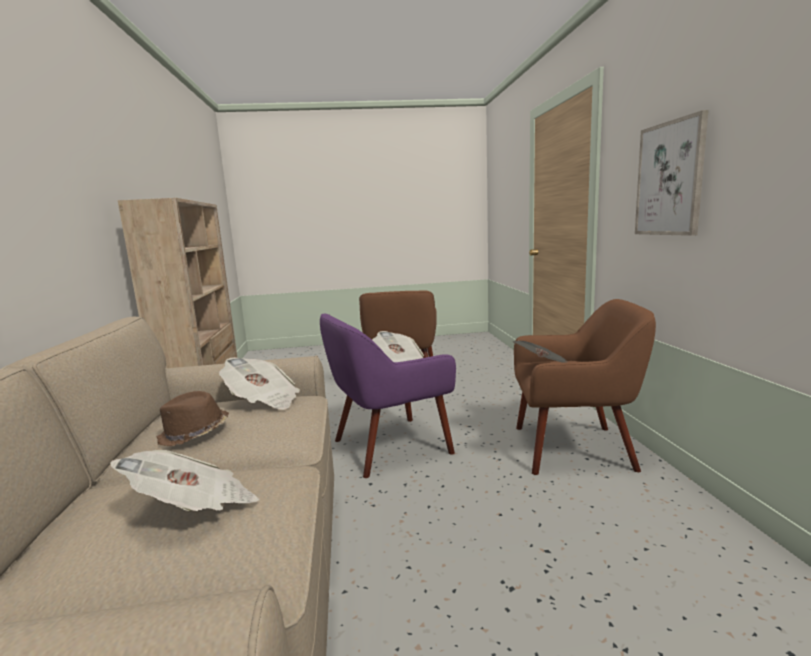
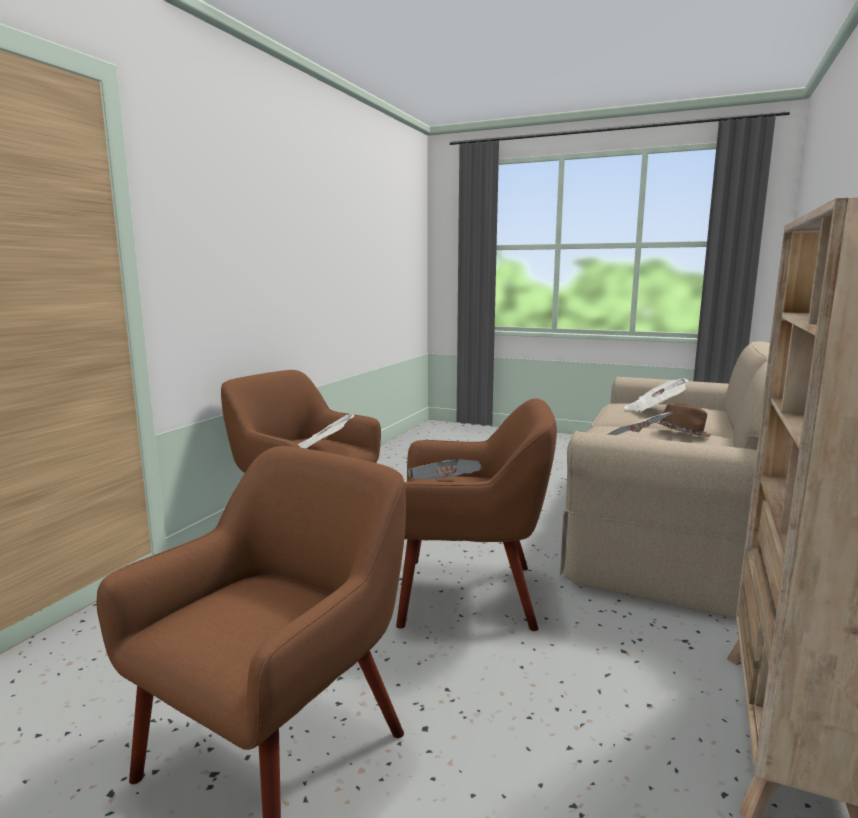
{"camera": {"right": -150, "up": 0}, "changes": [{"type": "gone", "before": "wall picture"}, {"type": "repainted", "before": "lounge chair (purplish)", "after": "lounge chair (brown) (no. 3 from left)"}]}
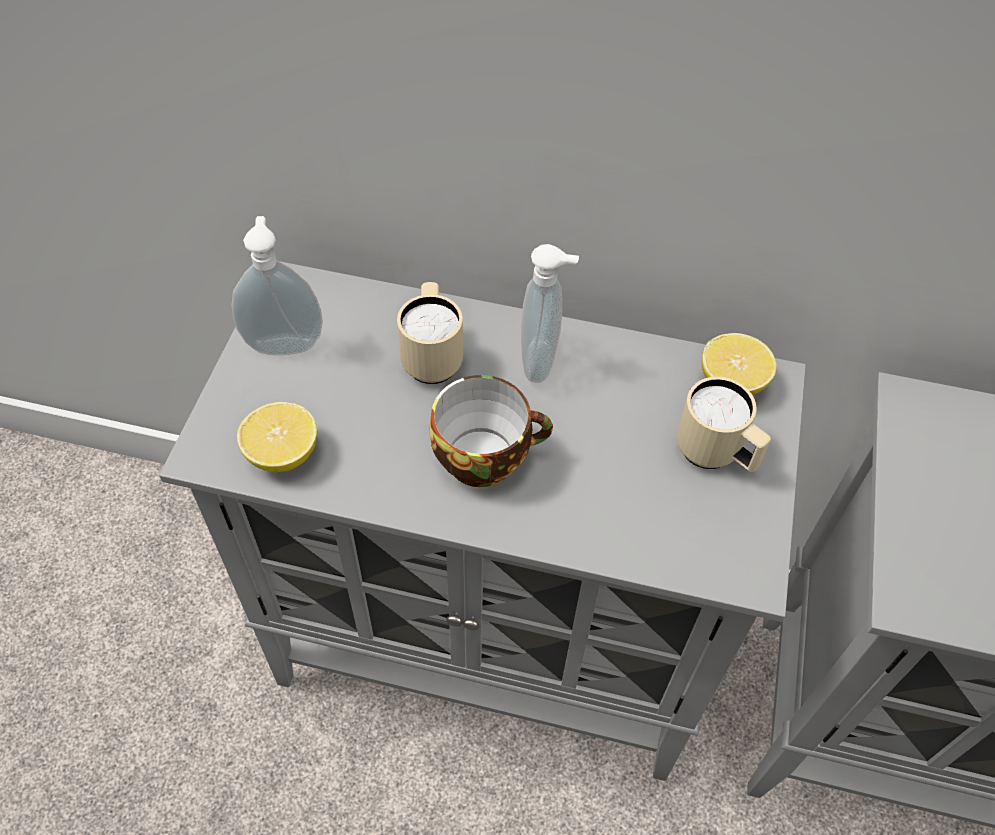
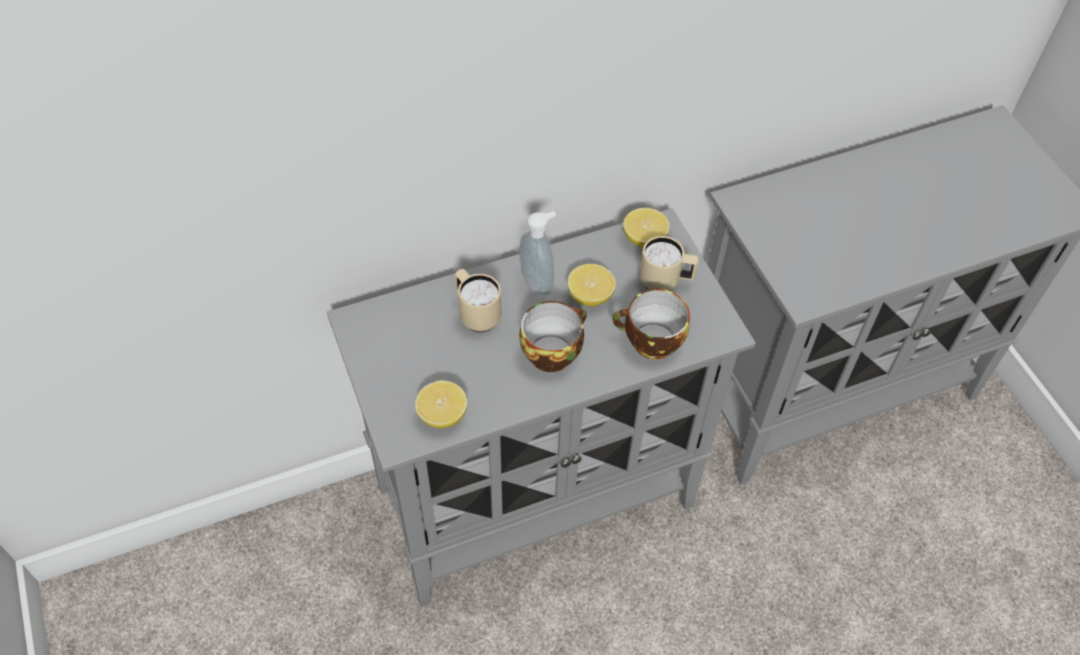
{"camera": {"right": -35, "up": 0}, "changes": [{"type": "gone", "before": "liquid soap bottle (no. 1 from left)"}, {"type": "new", "after": "citrus fruit (no. 2 from left)"}, {"type": "new", "after": "small cup (no. 2 from left)"}]}
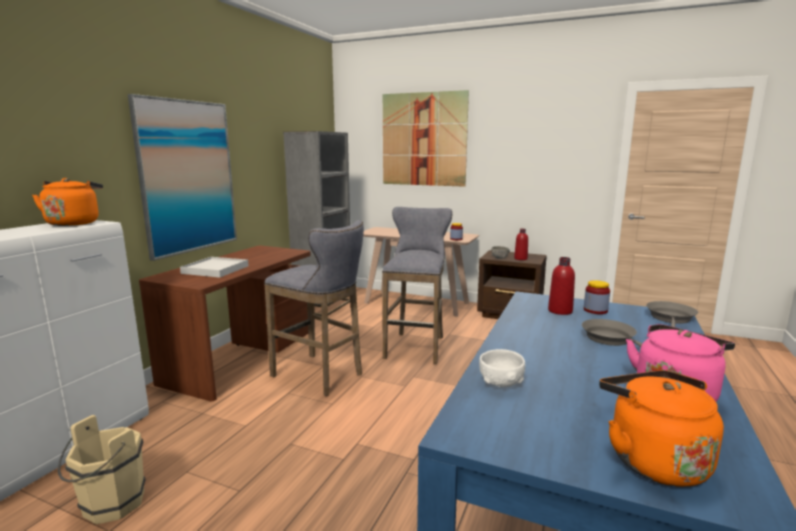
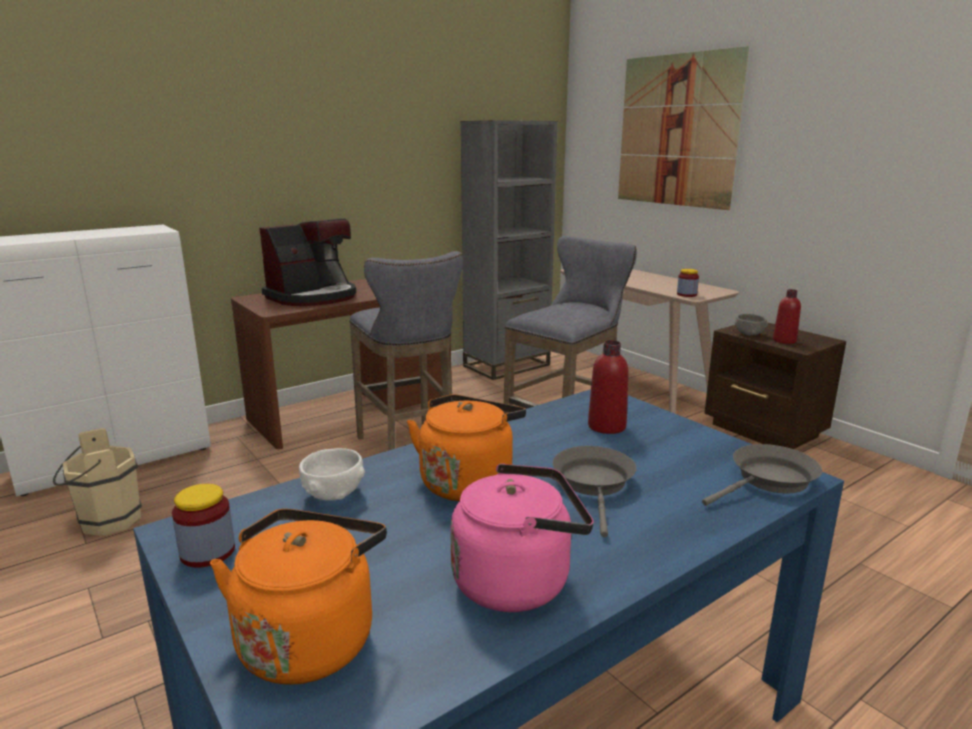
{"camera": {"right": 30, "up": 5}, "changes": [{"type": "gone", "before": "wall picture (no. 1 from left)"}, {"type": "shifted", "before": "water kettle (orange) (no. 1 from left in the first image)", "after": "water kettle (orange) (no. 2 from left)"}, {"type": "shifted", "before": "jar (no. 2 from left in the first image)", "after": "jar (no. 1 from left)"}, {"type": "swapped", "before": "tray (white-coloured)", "after": "coffee maker"}]}
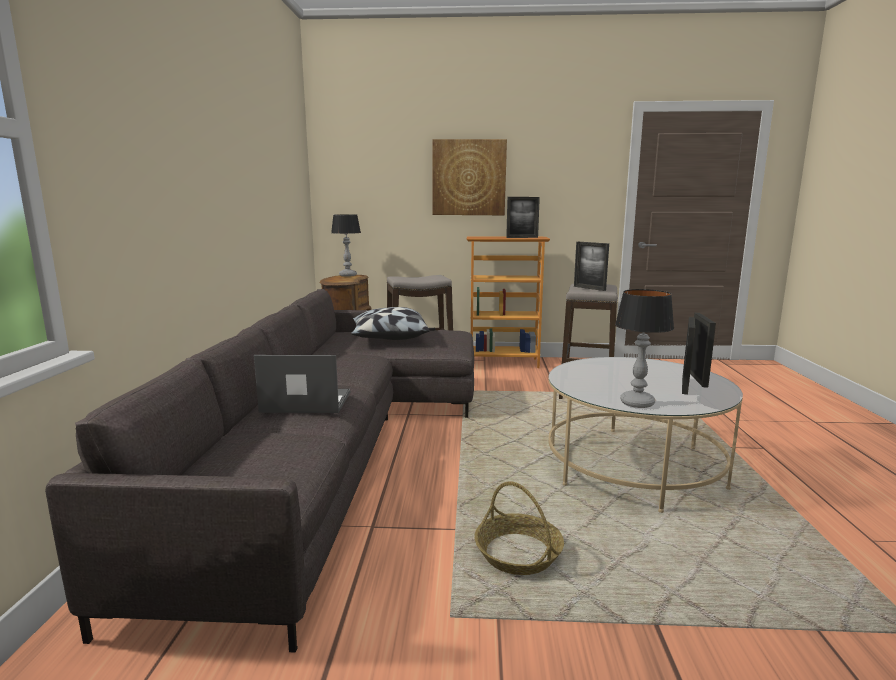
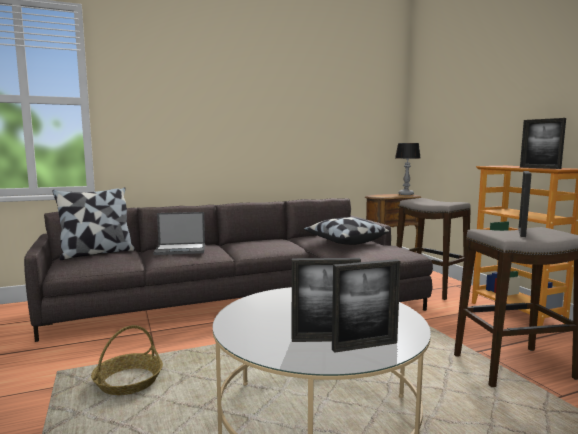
{"camera": {"right": 65, "up": -5}, "changes": [{"type": "gone", "before": "wall picture"}, {"type": "gone", "before": "tabletop lamp (no. 2 from left)"}, {"type": "new", "after": "throw pillow (no. 1 from left)"}, {"type": "rotated", "before": "laptop", "turn": 105}]}
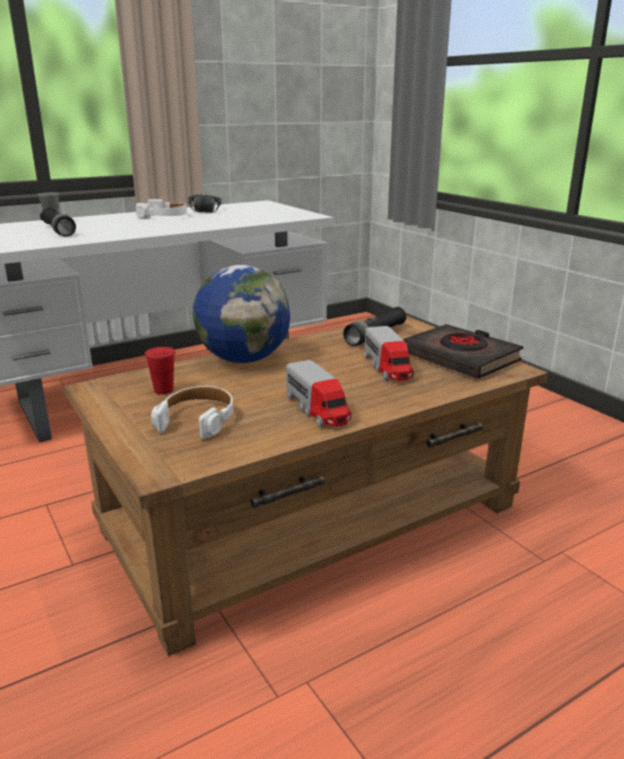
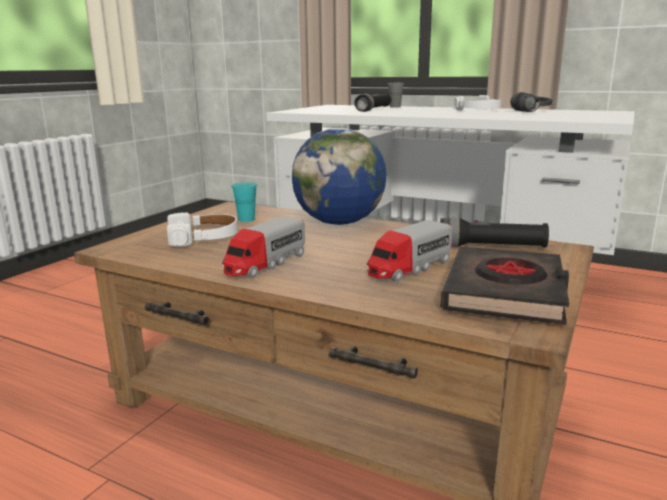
{"camera": {"right": 60, "up": -5}, "changes": [{"type": "repainted", "before": "small cup (reddish)", "after": "small cup (blue-green)"}]}
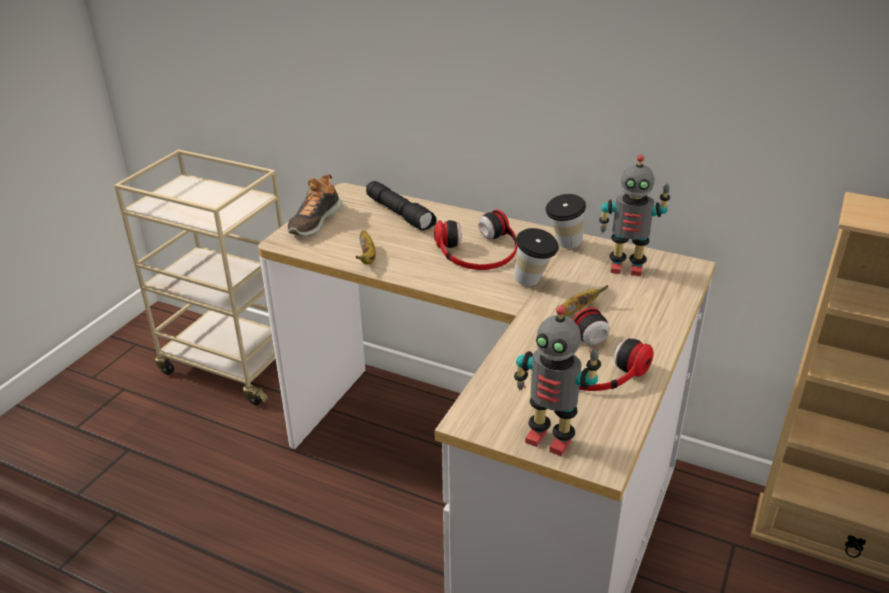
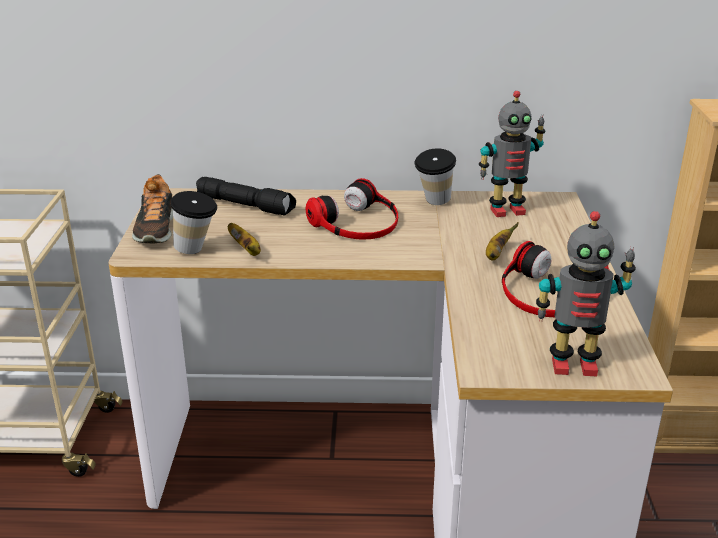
{"camera": {"right": -25, "up": -5}, "changes": [{"type": "shifted", "before": "small cup (no. 1 from left)"}]}
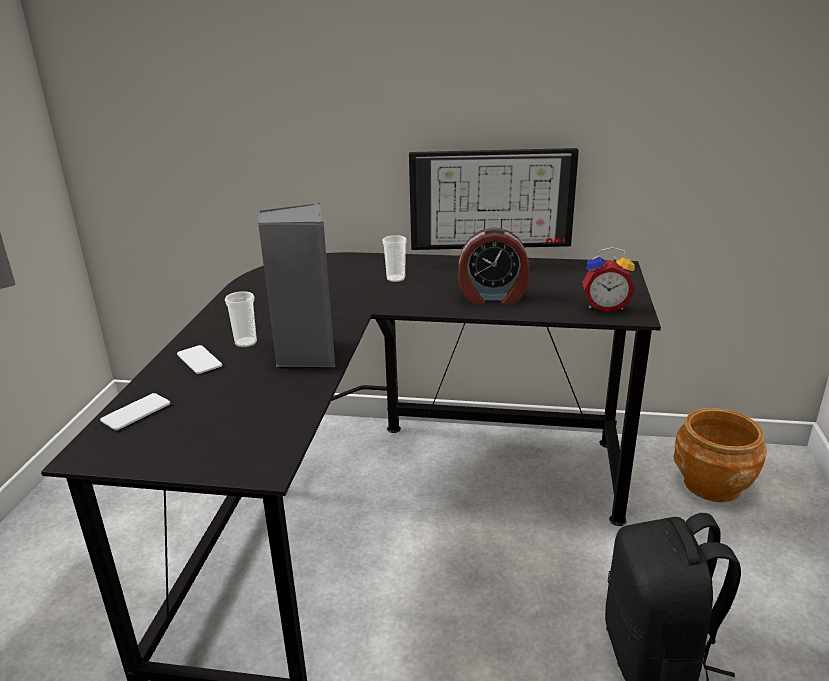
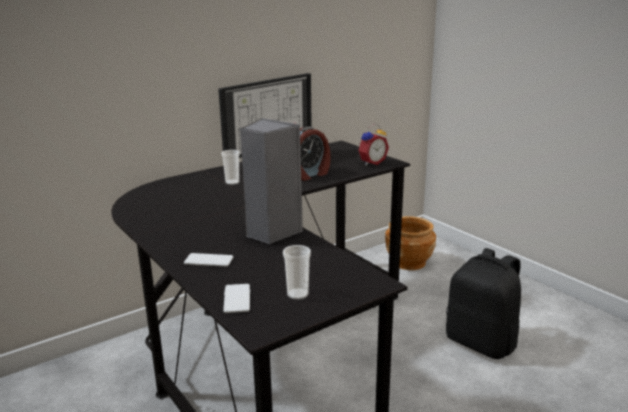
{"camera": {"right": -45, "up": -5}, "changes": [{"type": "shifted", "before": "small cup (no. 1 from left in the first image)", "after": "small cup (no. 2 from left)"}]}
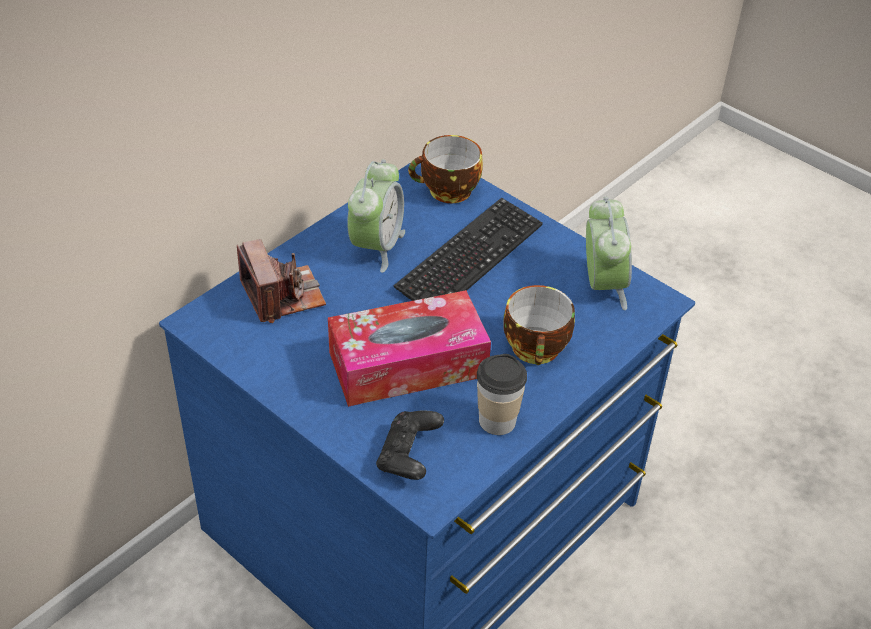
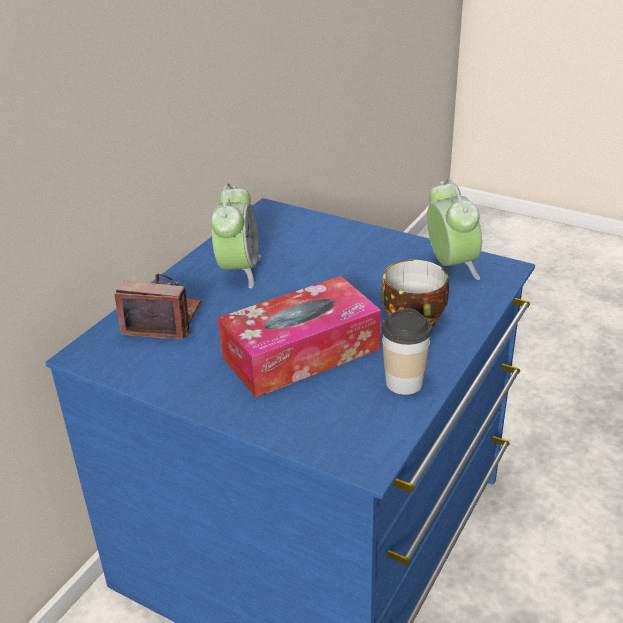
{"camera": {"right": -10, "up": -10}, "changes": [{"type": "gone", "before": "gamepad (black-coloured)"}, {"type": "gone", "before": "PC keyboard"}, {"type": "gone", "before": "small cup (no. 1 from left)"}, {"type": "rotated", "before": "photo camera", "turn": -45}]}
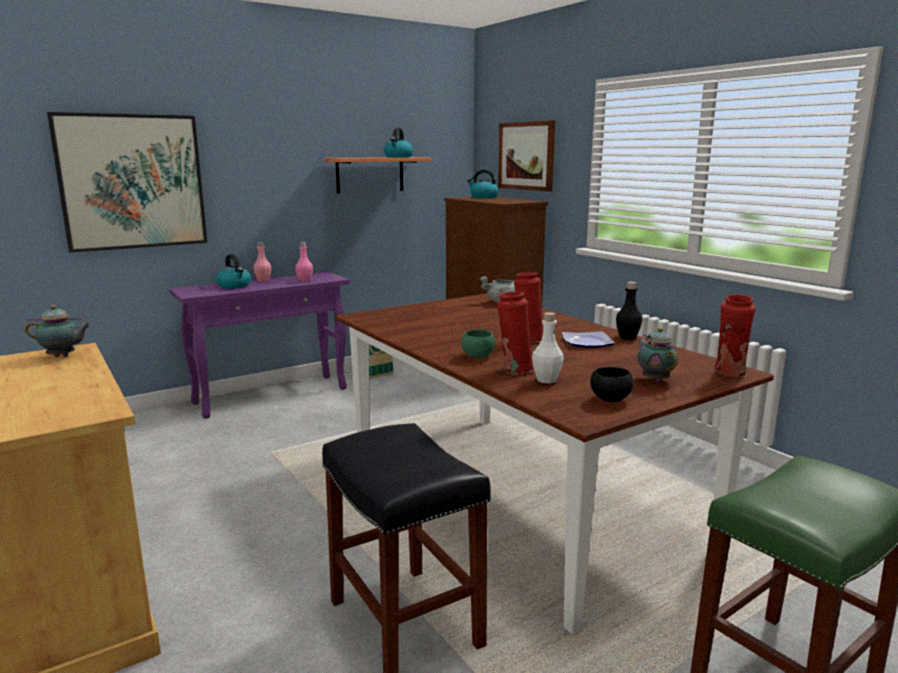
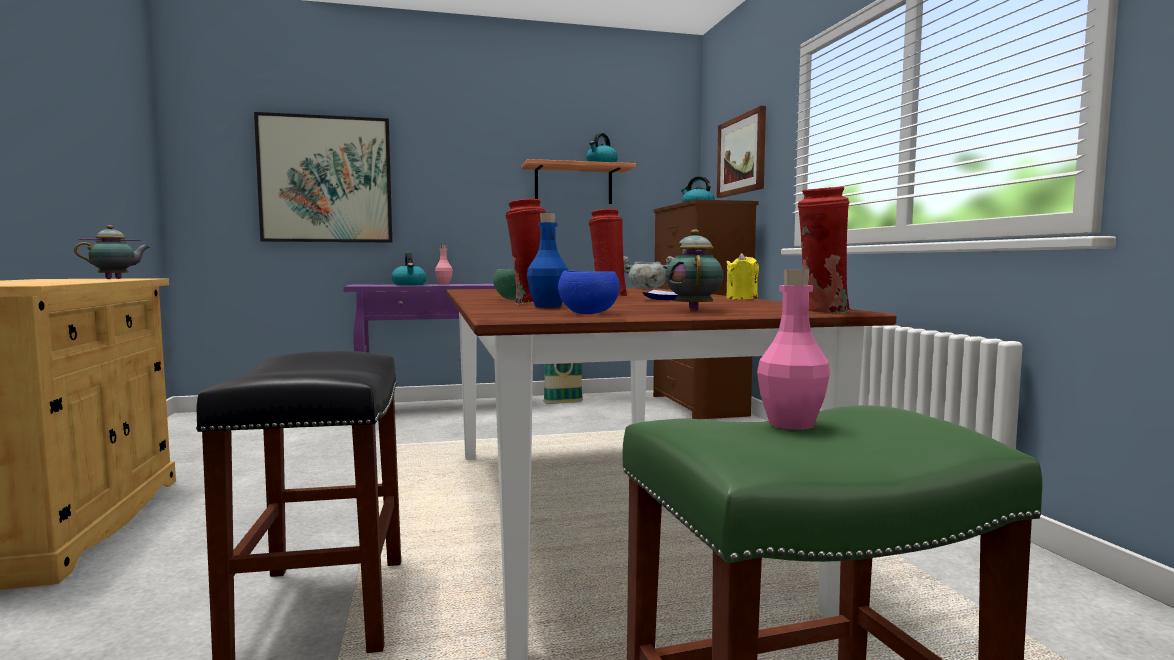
{"camera": {"right": 20, "up": -10}, "changes": [{"type": "shifted", "before": "bottle (pinkish) (no. 2 from left)"}, {"type": "swapped", "before": "bottle (black-coloured)", "after": "wax candle (yellow)"}, {"type": "repainted", "before": "bottle (white-coloured)", "after": "bottle (bluish)"}, {"type": "repainted", "before": "deep dish (black-coloured)", "after": "deep dish (bluish)"}, {"type": "rotated", "before": "teapot (no. 1 from left)", "turn": -60}]}
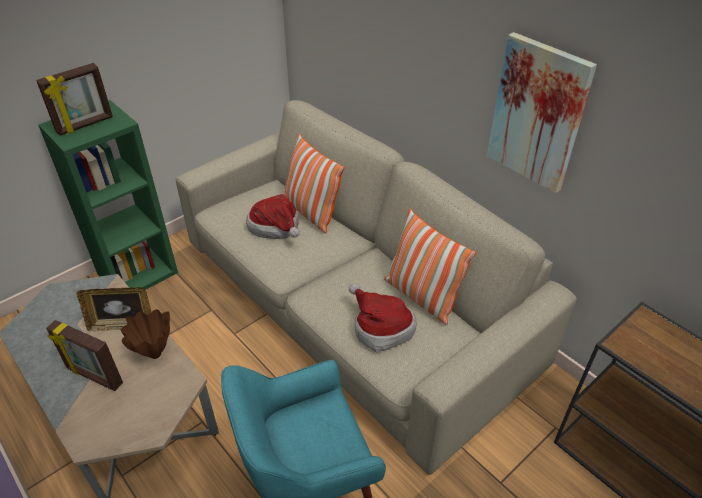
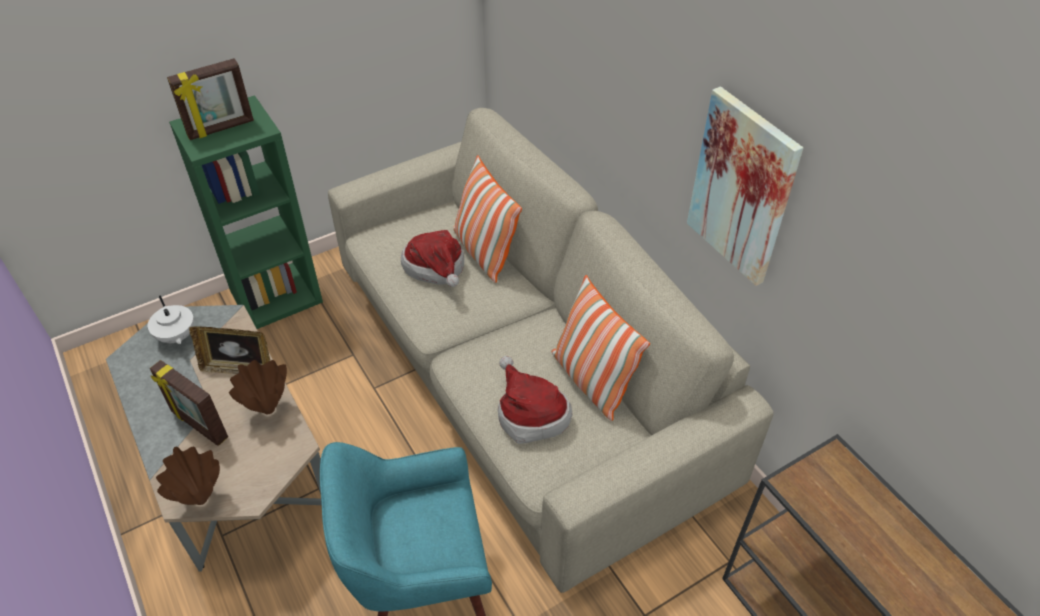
{"camera": {"right": 10, "up": 5}, "changes": [{"type": "new", "after": "teapot (white-coloured)"}, {"type": "new", "after": "flower vase (brown) (no. 1 from left)"}]}
